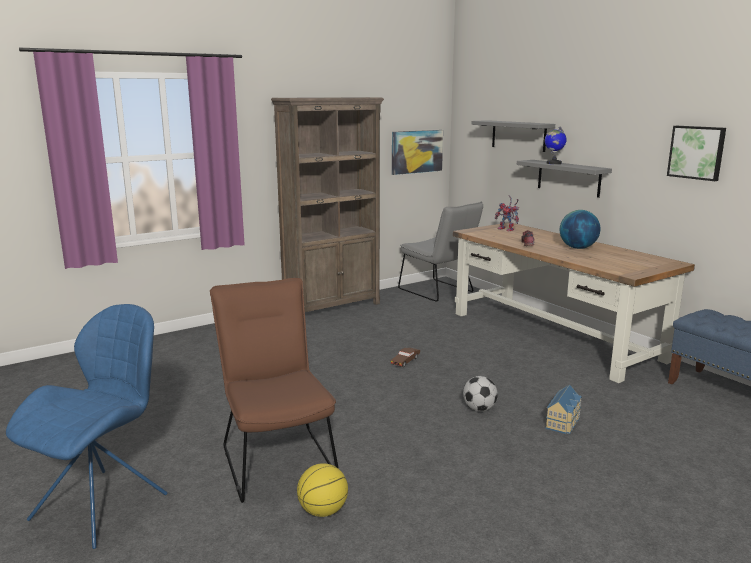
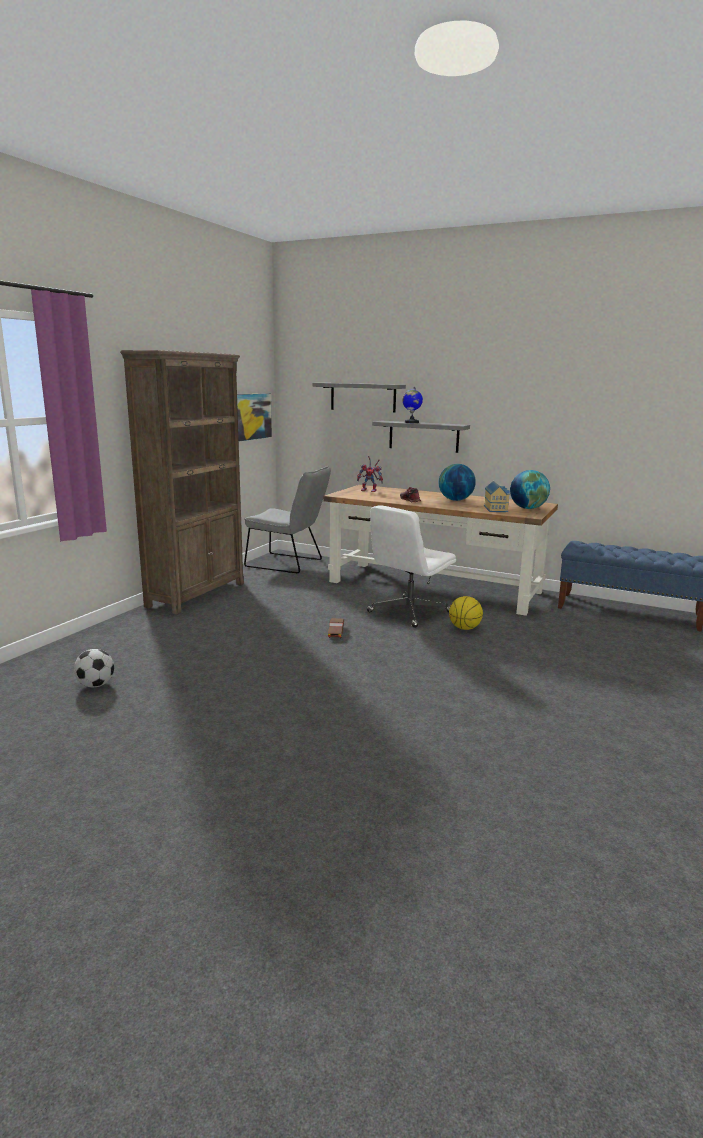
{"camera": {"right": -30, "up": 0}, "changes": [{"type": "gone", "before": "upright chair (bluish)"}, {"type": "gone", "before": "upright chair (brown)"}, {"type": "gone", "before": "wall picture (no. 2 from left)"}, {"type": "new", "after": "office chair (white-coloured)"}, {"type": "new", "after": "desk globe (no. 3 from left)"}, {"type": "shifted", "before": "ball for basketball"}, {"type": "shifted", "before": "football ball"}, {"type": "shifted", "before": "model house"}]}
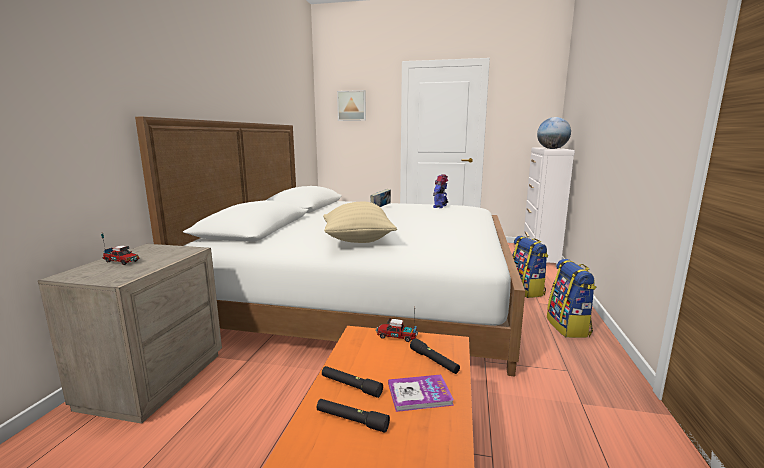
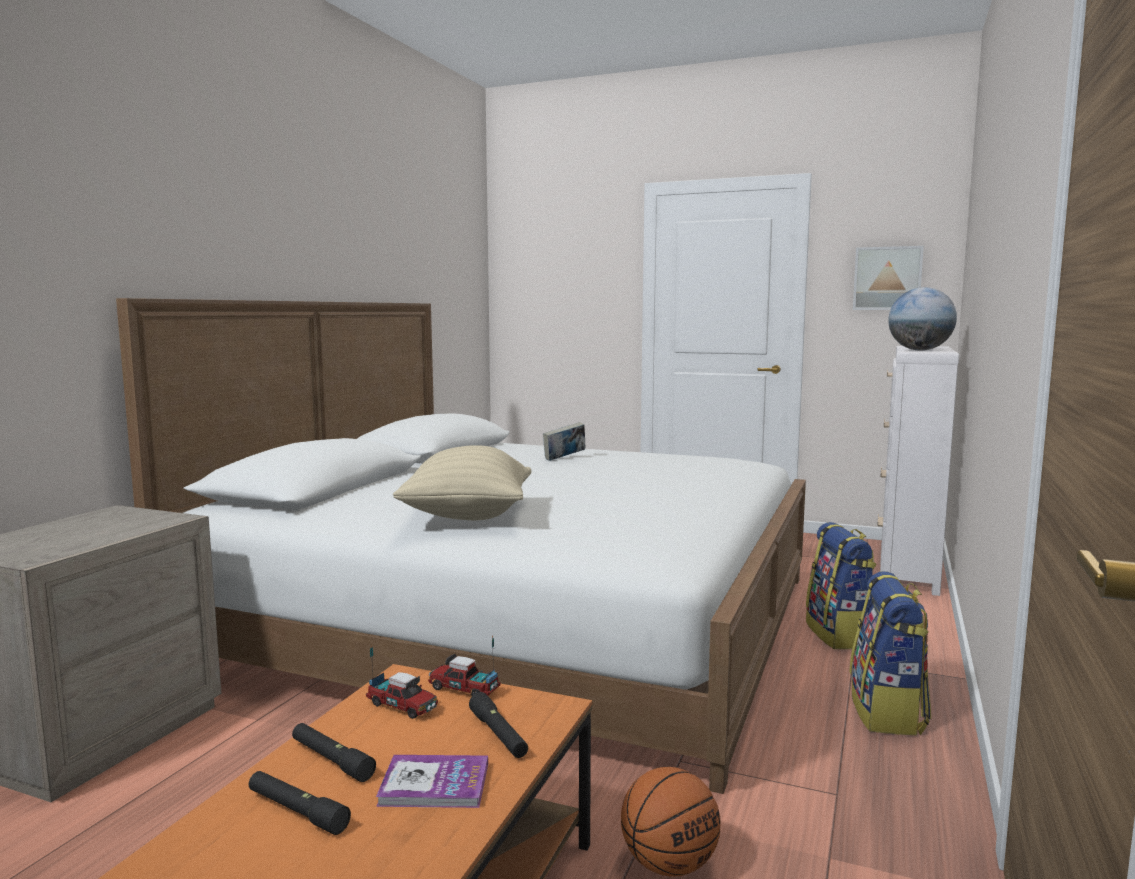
{"camera": {"right": 10, "up": -5}, "changes": [{"type": "gone", "before": "toy robot"}, {"type": "new", "after": "ball for basketball"}, {"type": "shifted", "before": "model truck (no. 1 from left)"}, {"type": "shifted", "before": "wall picture"}]}
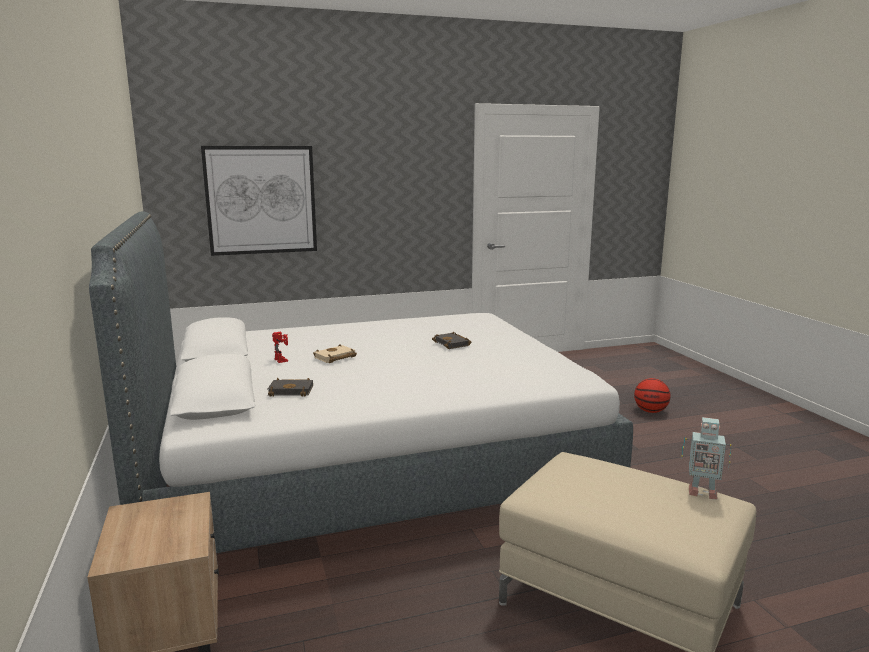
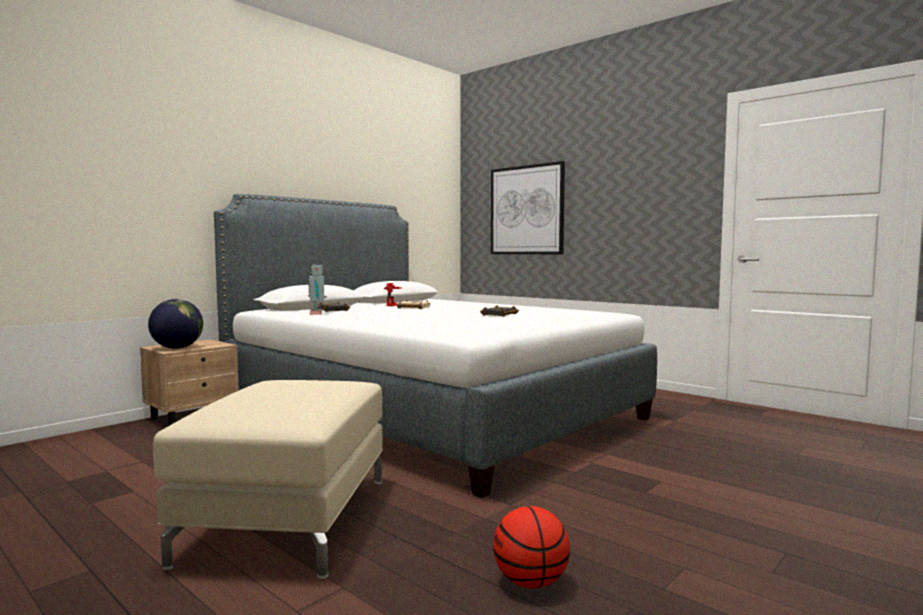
{"camera": {"right": 60, "up": -10}, "changes": [{"type": "new", "after": "desk globe"}, {"type": "shifted", "before": "ball for basketball"}, {"type": "shifted", "before": "toy robot (no. 2 from left in the first image)", "after": "toy robot (no. 1 from left)"}]}
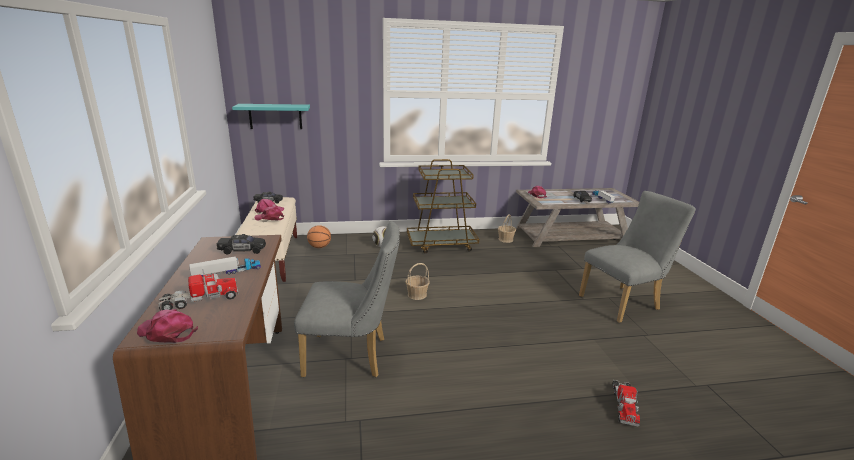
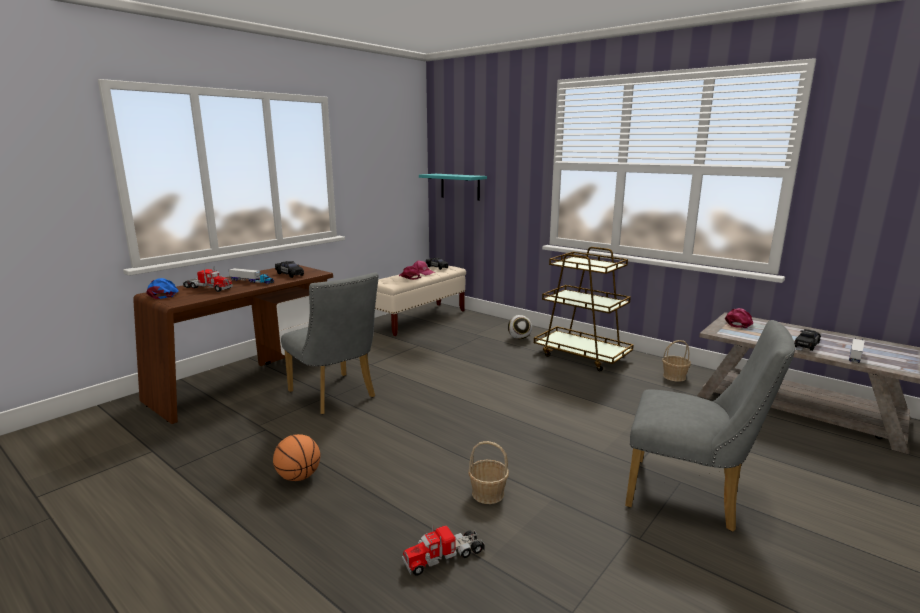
{"camera": {"right": 50, "up": -5}, "changes": [{"type": "shifted", "before": "ball for basketball"}, {"type": "shifted", "before": "household basket (no. 1 from left)"}, {"type": "repainted", "before": "peaked cap (pinkish) (no. 1 from left)", "after": "peaked cap (bluish)"}]}
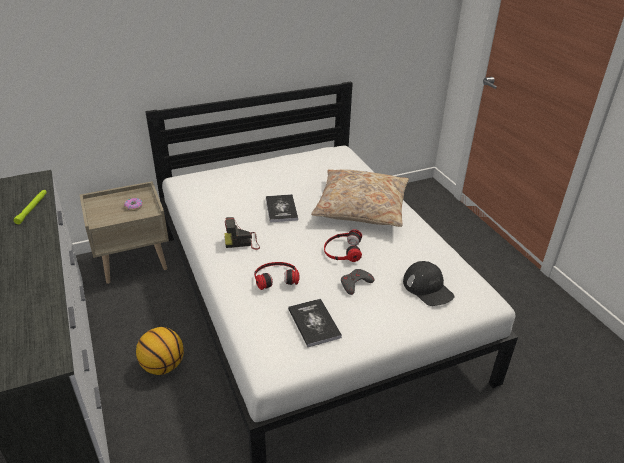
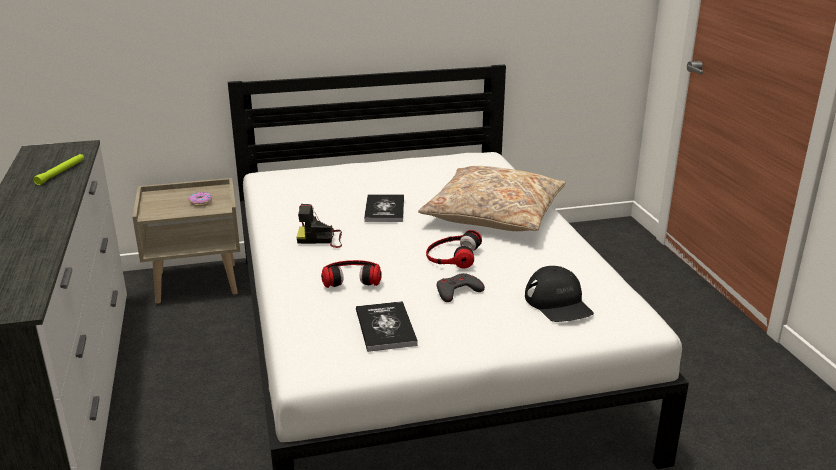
{"camera": {"right": 10, "up": -10}, "changes": [{"type": "gone", "before": "ball for basketball"}]}
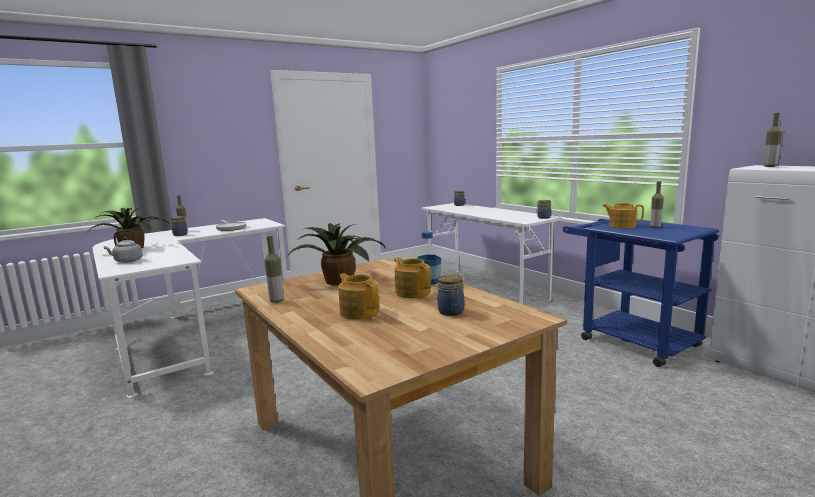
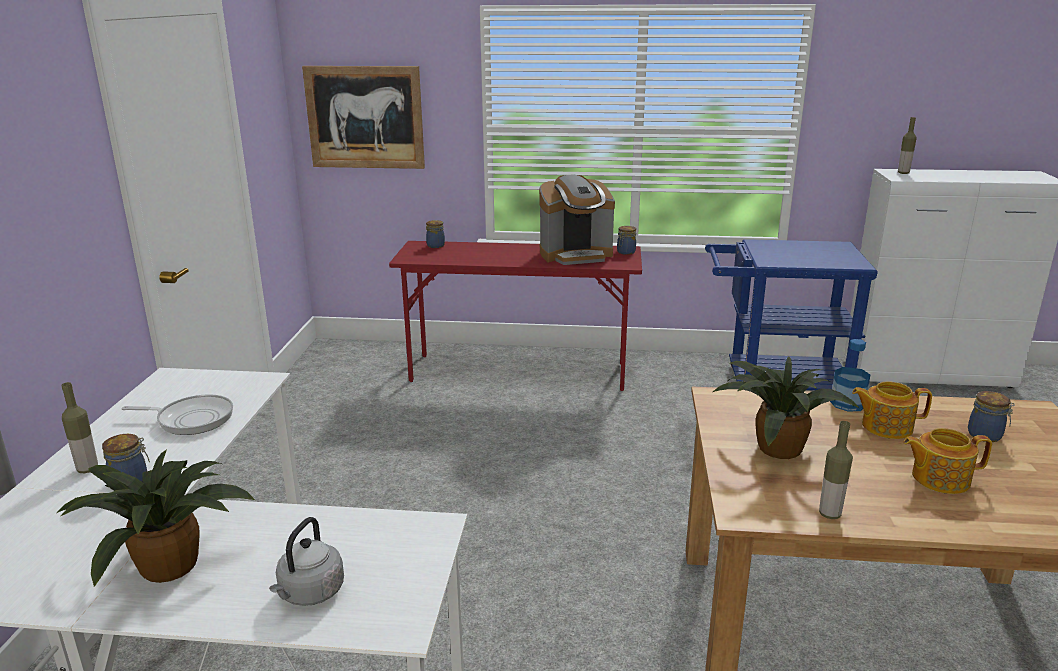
{"camera": {"right": -50, "up": 10}, "changes": [{"type": "gone", "before": "teapot (no. 3 from left)"}, {"type": "gone", "before": "bottle (no. 4 from left)"}, {"type": "new", "after": "wall picture"}, {"type": "new", "after": "coffee maker"}, {"type": "repainted", "before": "desk unit (white-coloured) (no. 2 from left)", "after": "desk unit (reddish)"}]}
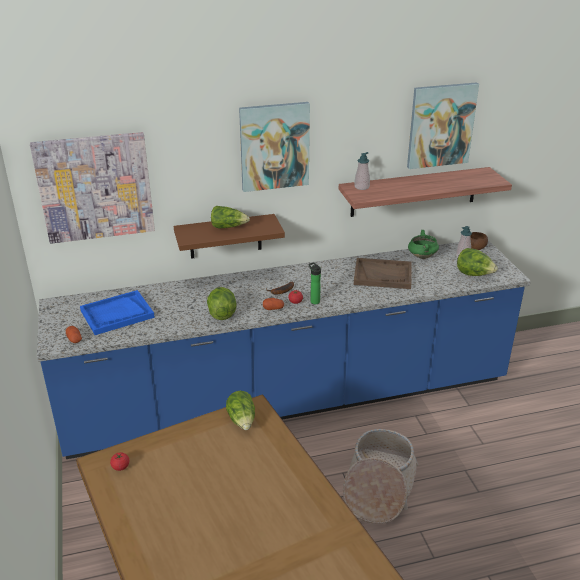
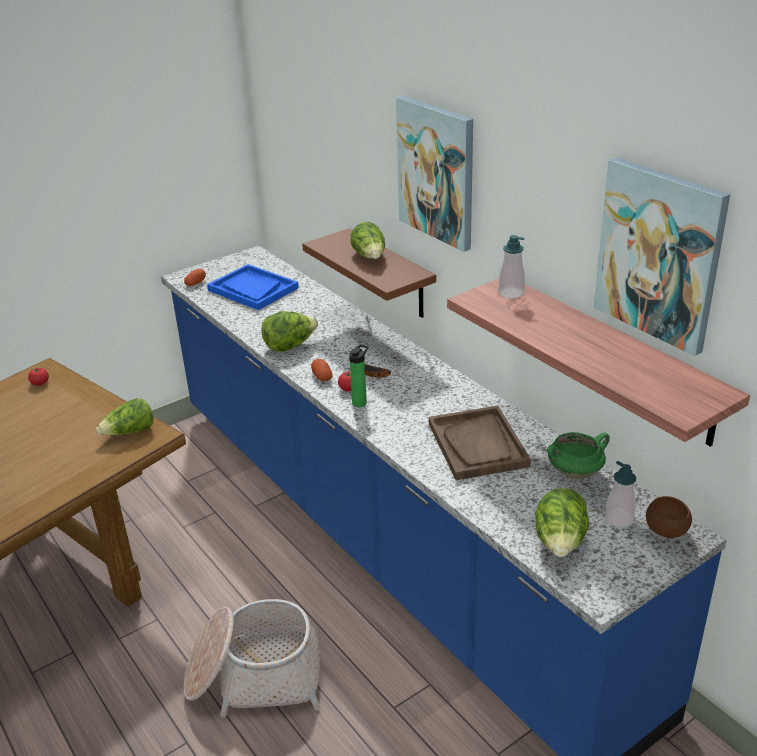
{"camera": {"right": 70, "up": 0}, "changes": [{"type": "gone", "before": "wall picture (no. 1 from left)"}]}
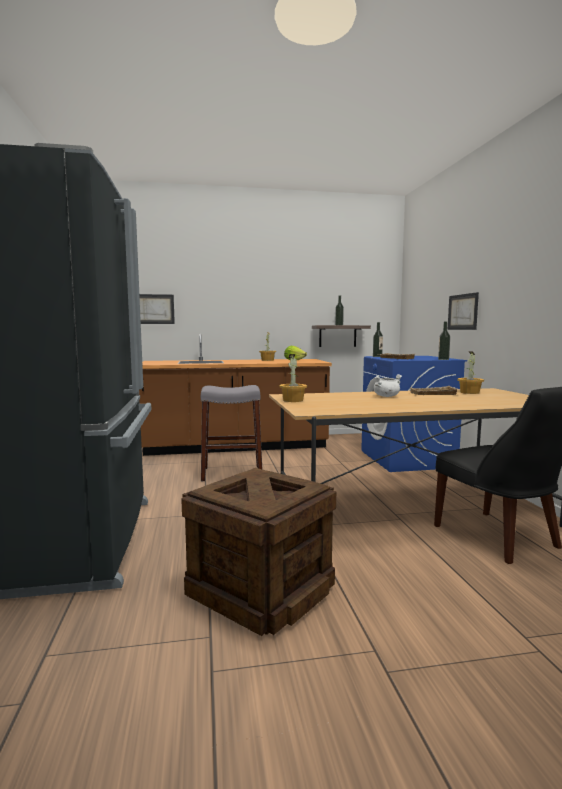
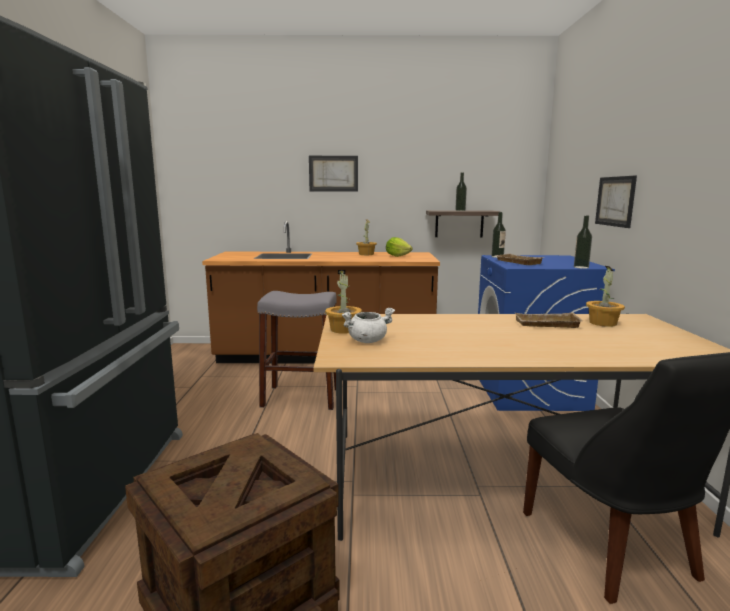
{"camera": {"right": 10, "up": 5}, "changes": [{"type": "shifted", "before": "wall picture (no. 1 from left)"}, {"type": "shifted", "before": "saucepot (white-coloured)"}]}
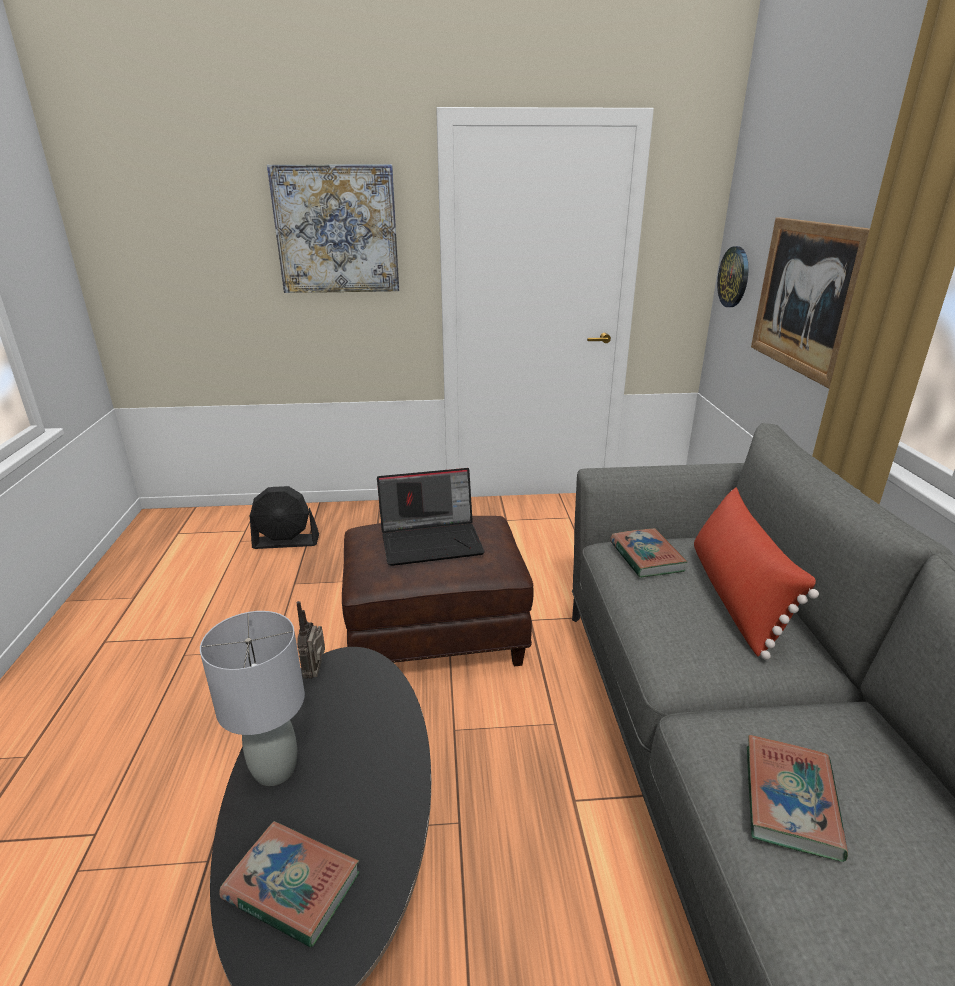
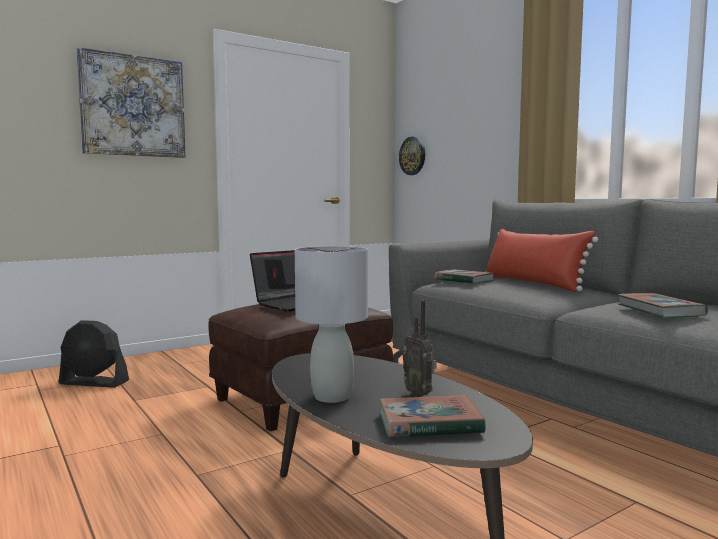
{"camera": {"right": -30, "up": -20}, "changes": [{"type": "gone", "before": "wall picture (no. 2 from left)"}, {"type": "shifted", "before": "radio receiver"}, {"type": "rotated", "before": "cooling fan (black-coloured)", "turn": 45}]}
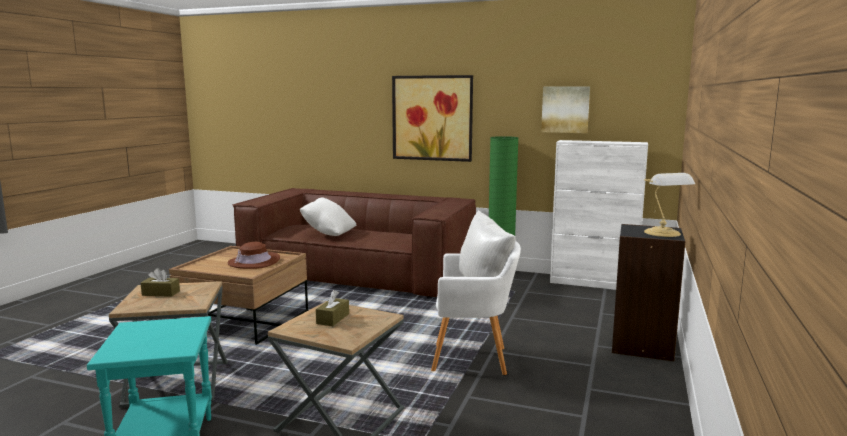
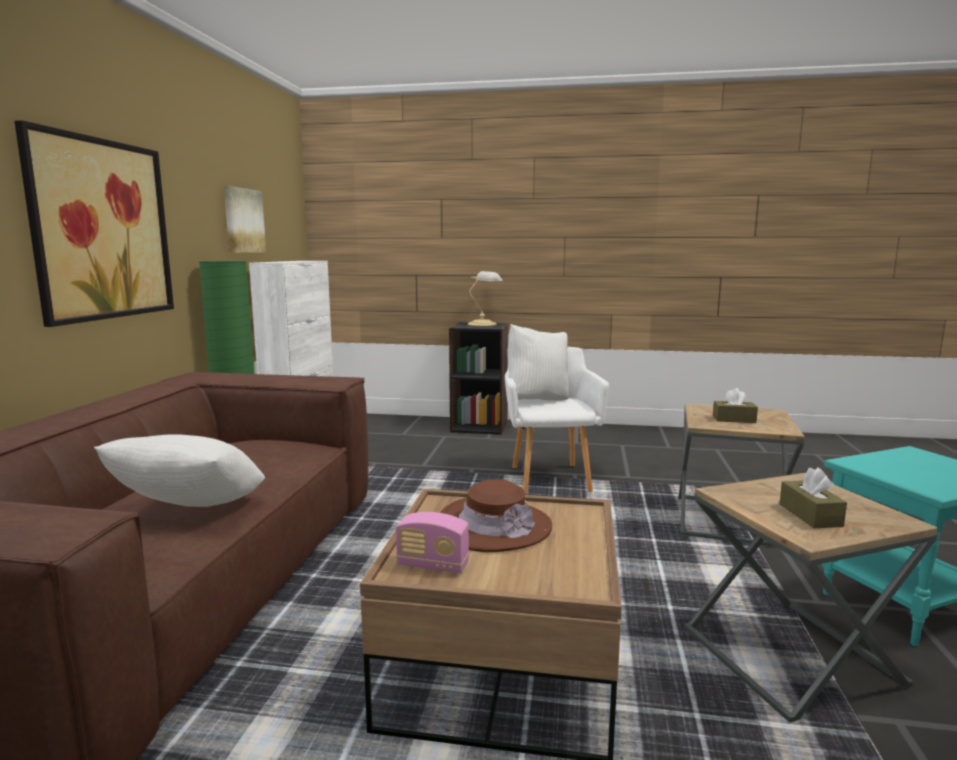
{"camera": {"right": -100, "up": 0}, "changes": [{"type": "new", "after": "radio receiver"}]}
